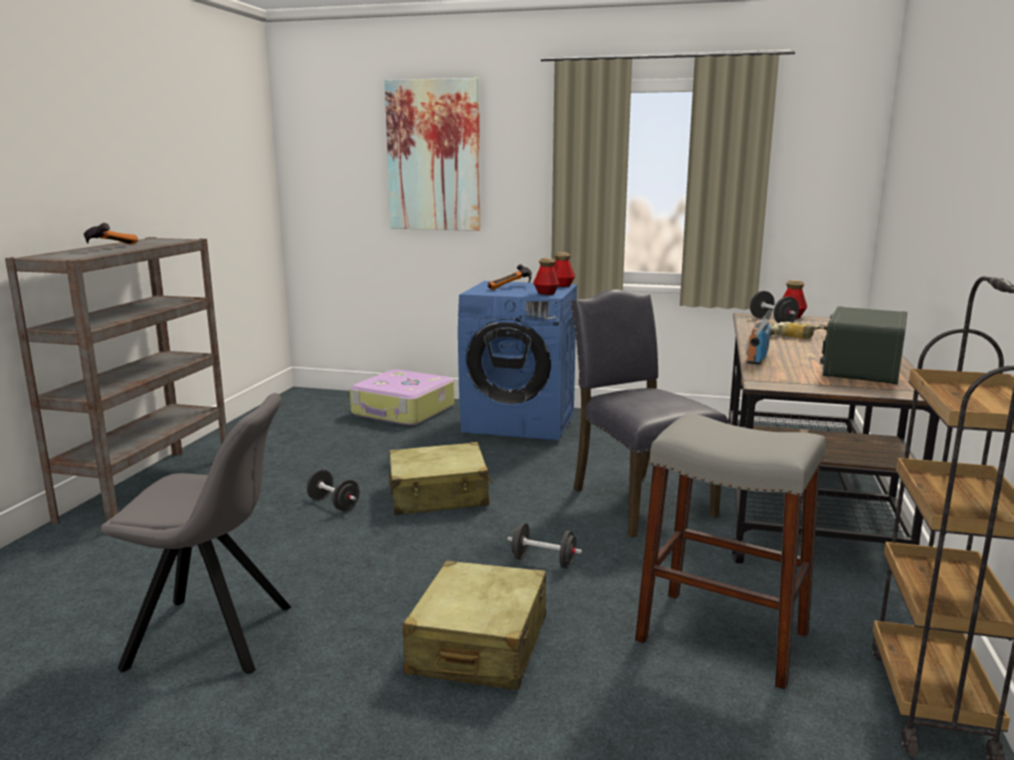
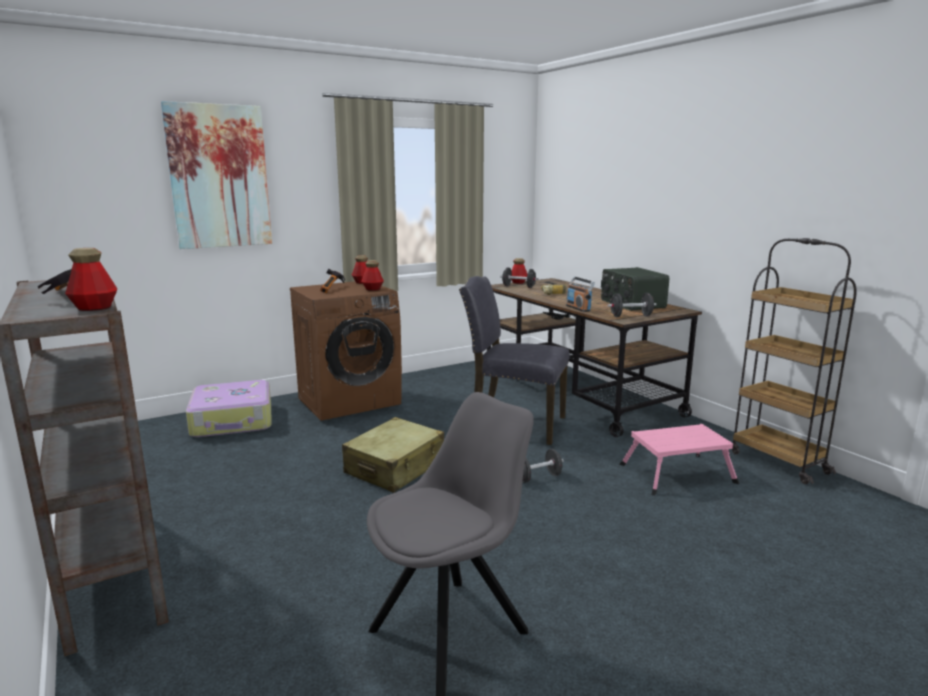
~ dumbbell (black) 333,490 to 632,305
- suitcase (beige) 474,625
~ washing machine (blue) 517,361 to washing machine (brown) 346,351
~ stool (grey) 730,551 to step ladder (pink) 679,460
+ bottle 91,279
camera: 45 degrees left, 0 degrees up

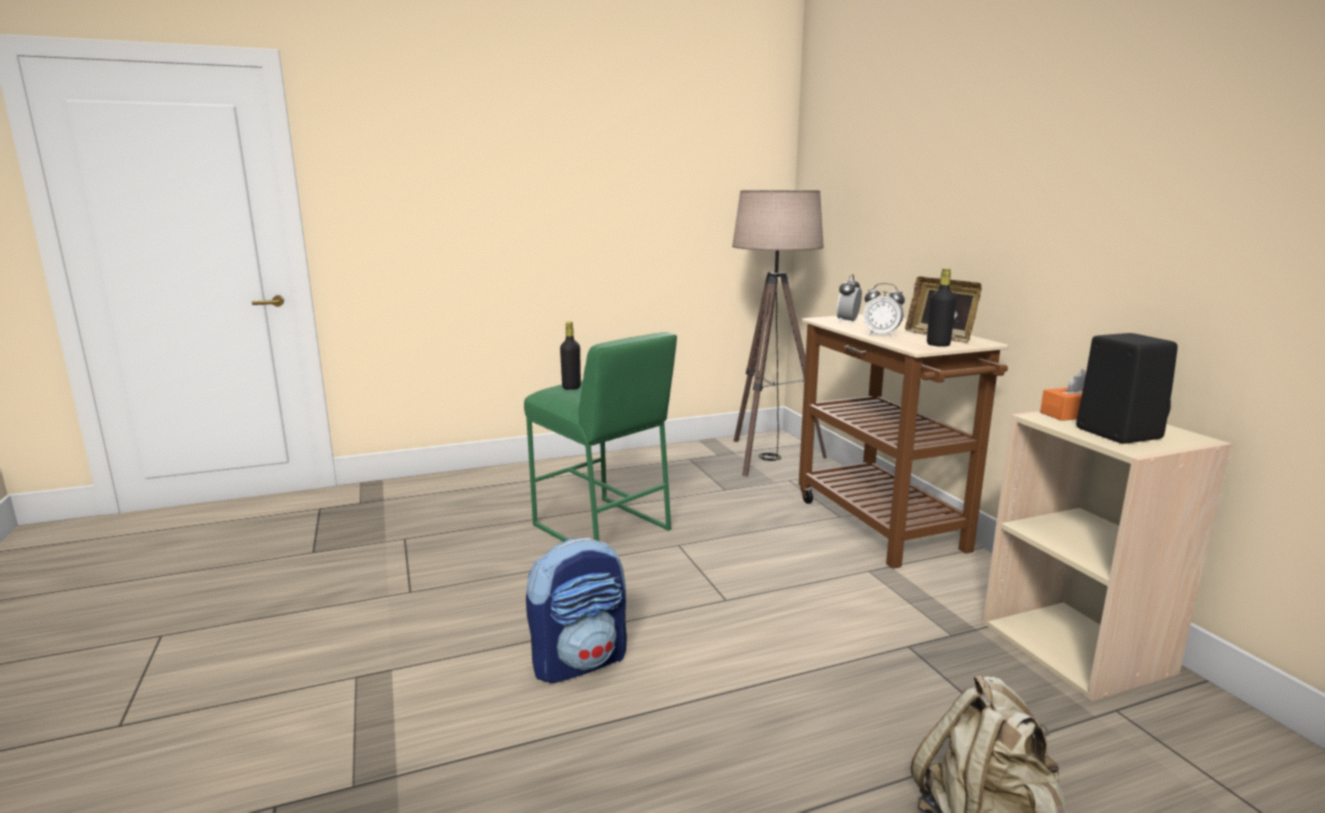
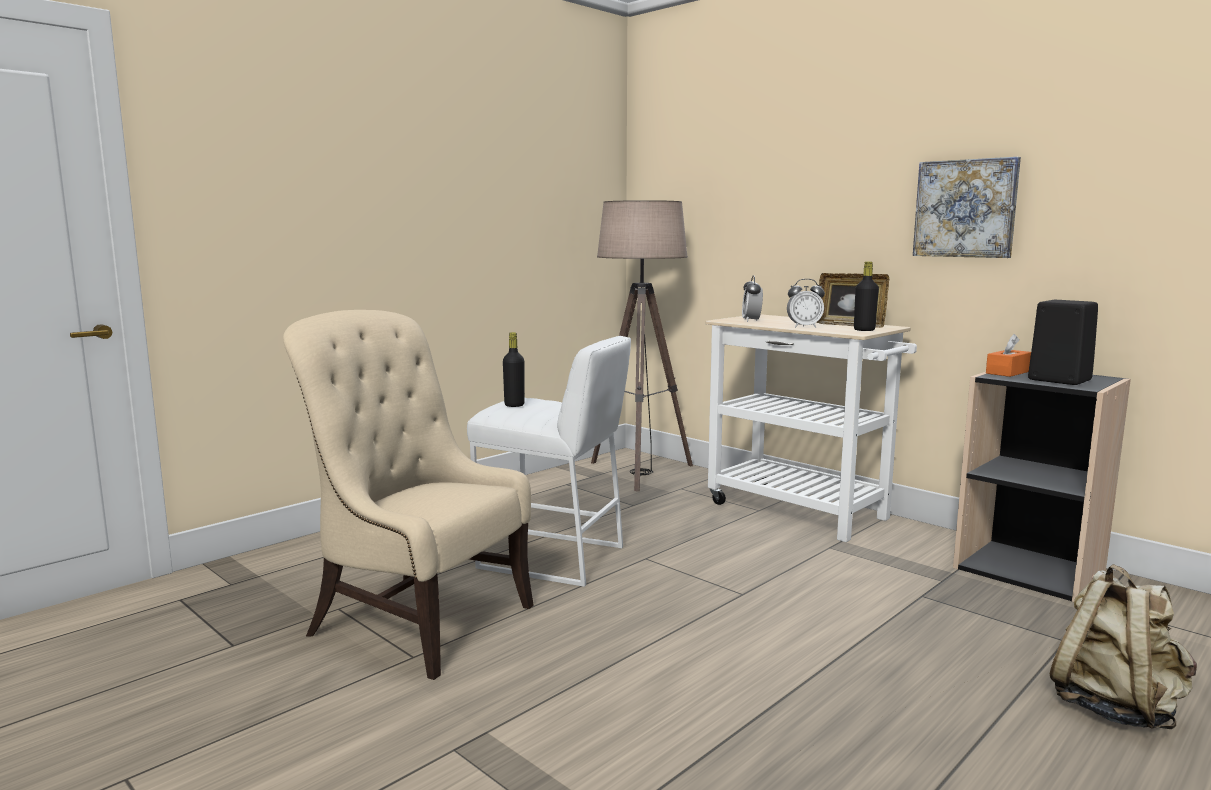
~ stool (green) 600,437 to stool (white) 549,461
- backpack 576,610
~ cart (brown) 904,441 to cart (white) 811,428
~ bookcase (beige) 1107,556 to bookcase (black) 1042,487
+ chair (beige) 408,495
+ picture 967,207
camera: 25 degrees left, 5 degrees down

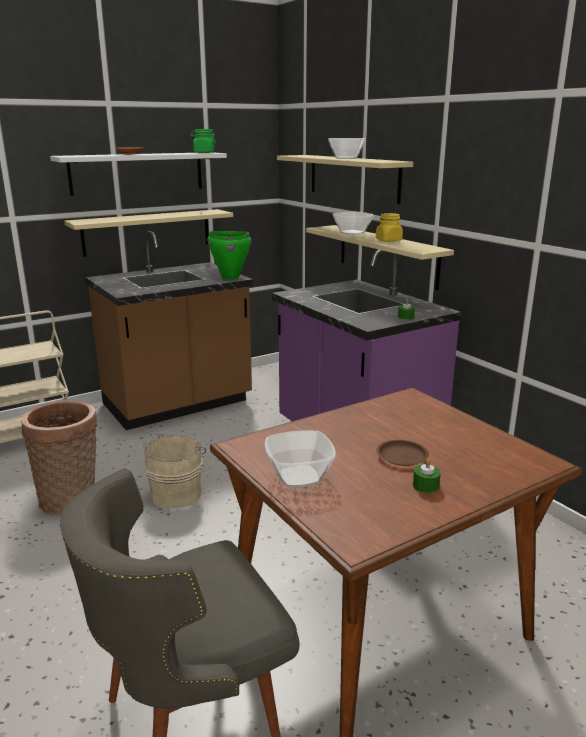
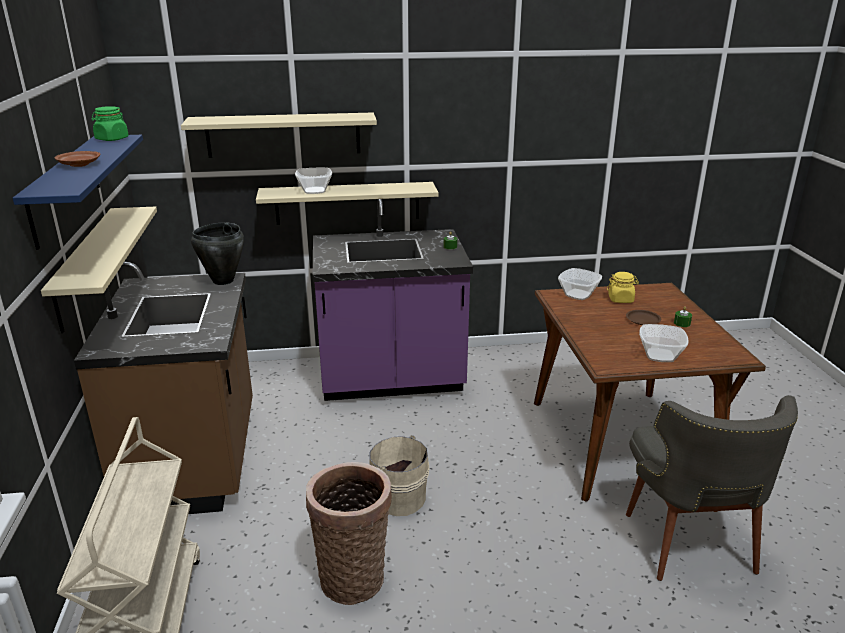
~ shelf (white) 138,174 to shelf (blue) 78,192
~ cooking pot (green) 229,255 to cooking pot (black) 217,253
~ bowl 347,148 to 580,284
~ jar (yellow) 389,227 to 623,287
camera: 65 degrees left, 5 degrees up

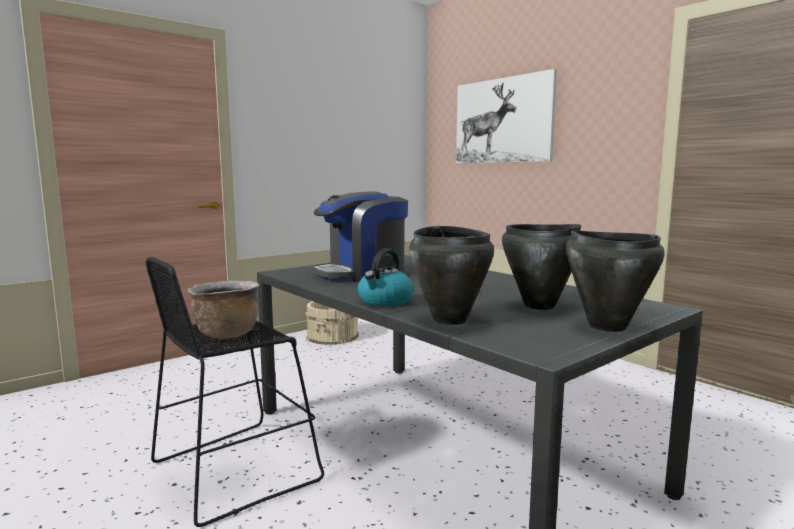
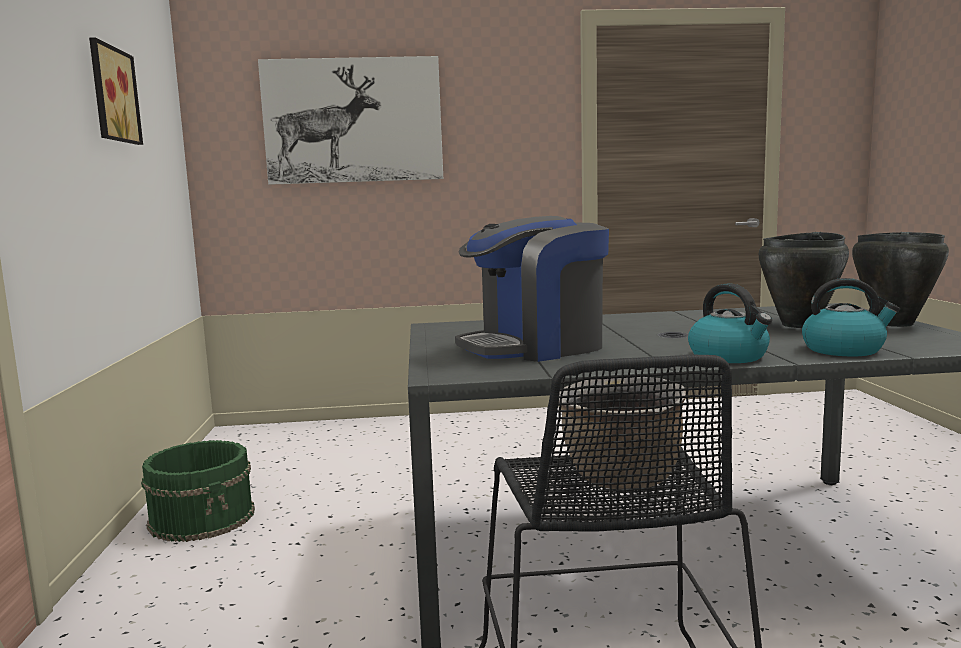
~ bucket (beige) 332,323 to bucket (green) 198,491
~ coffee machine 359,236 = 532,289 60 degrees clockwise
~ cooking pot (black) 451,275 to kettle 851,317
+ picture 116,91
camera: 55 degrees left, 0 degrees up

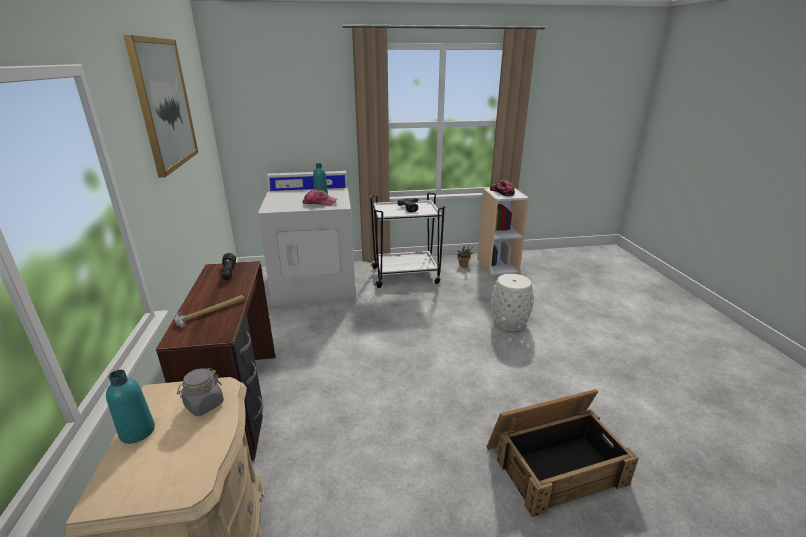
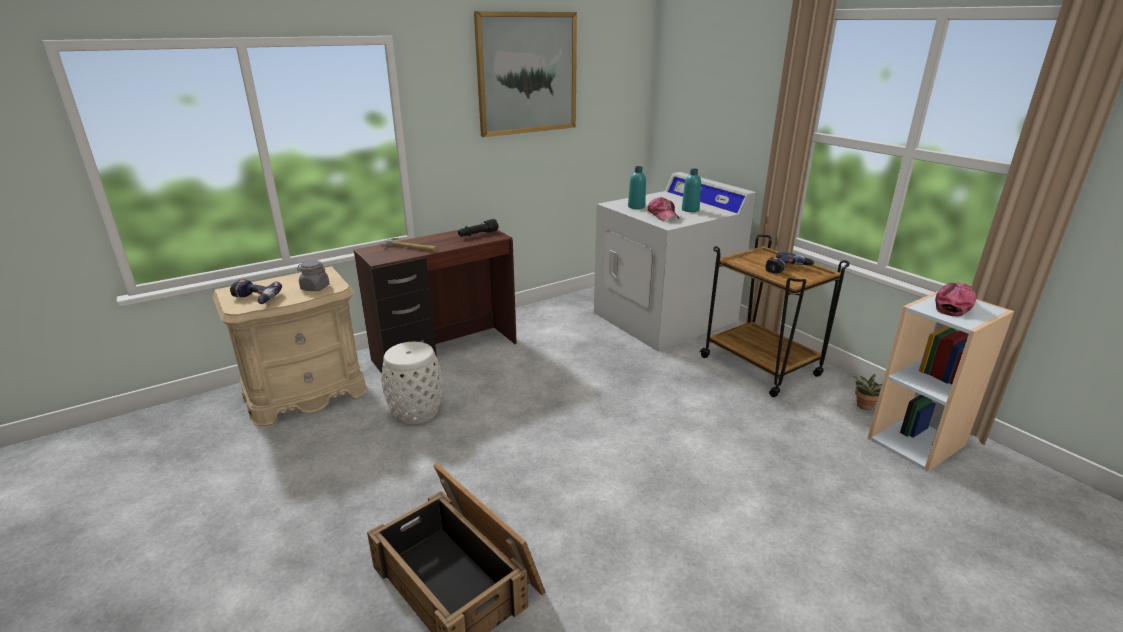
~ bottle (turquoise) 130,407 to 637,187
~ cart (white) 408,240 to cart (brown) 774,316
~ stool (white) 512,302 to 412,383
+ power drill 256,291
camera: 65 degrees right, 0 degrees up

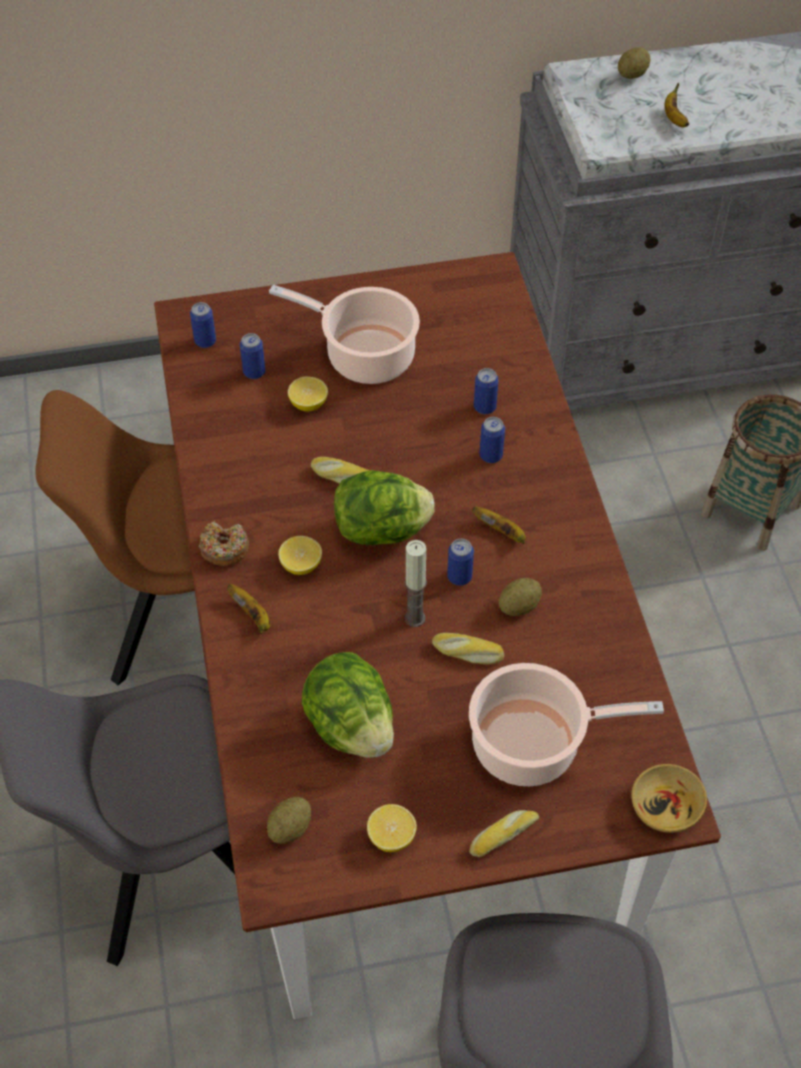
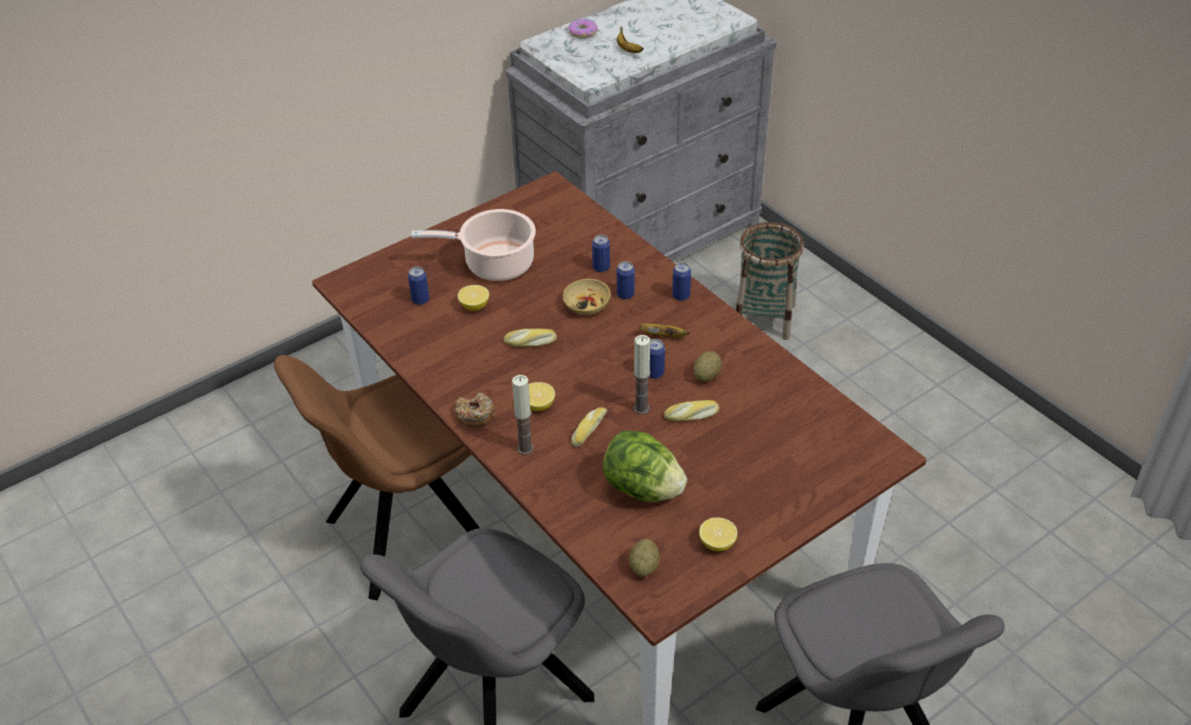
~ can 203,325 to 681,281
~ banana 249,609 to candle 523,415
- lettuce 384,507
- cooking pot 566,724
~ bread 504,833 to 589,427
~ potato 634,63 to donut 583,28
~ bowl (beige) 669,798 to 587,297
camera: 25 degrees left, 10 degrees down

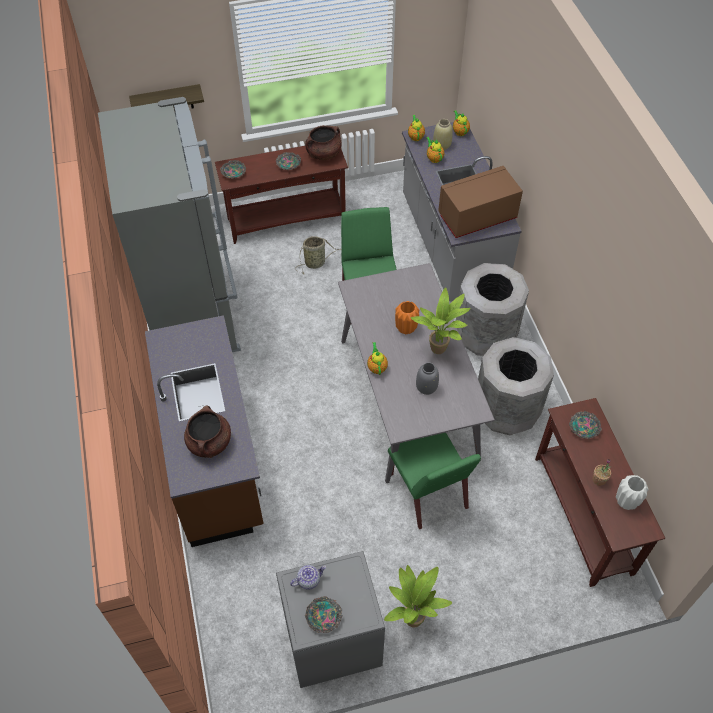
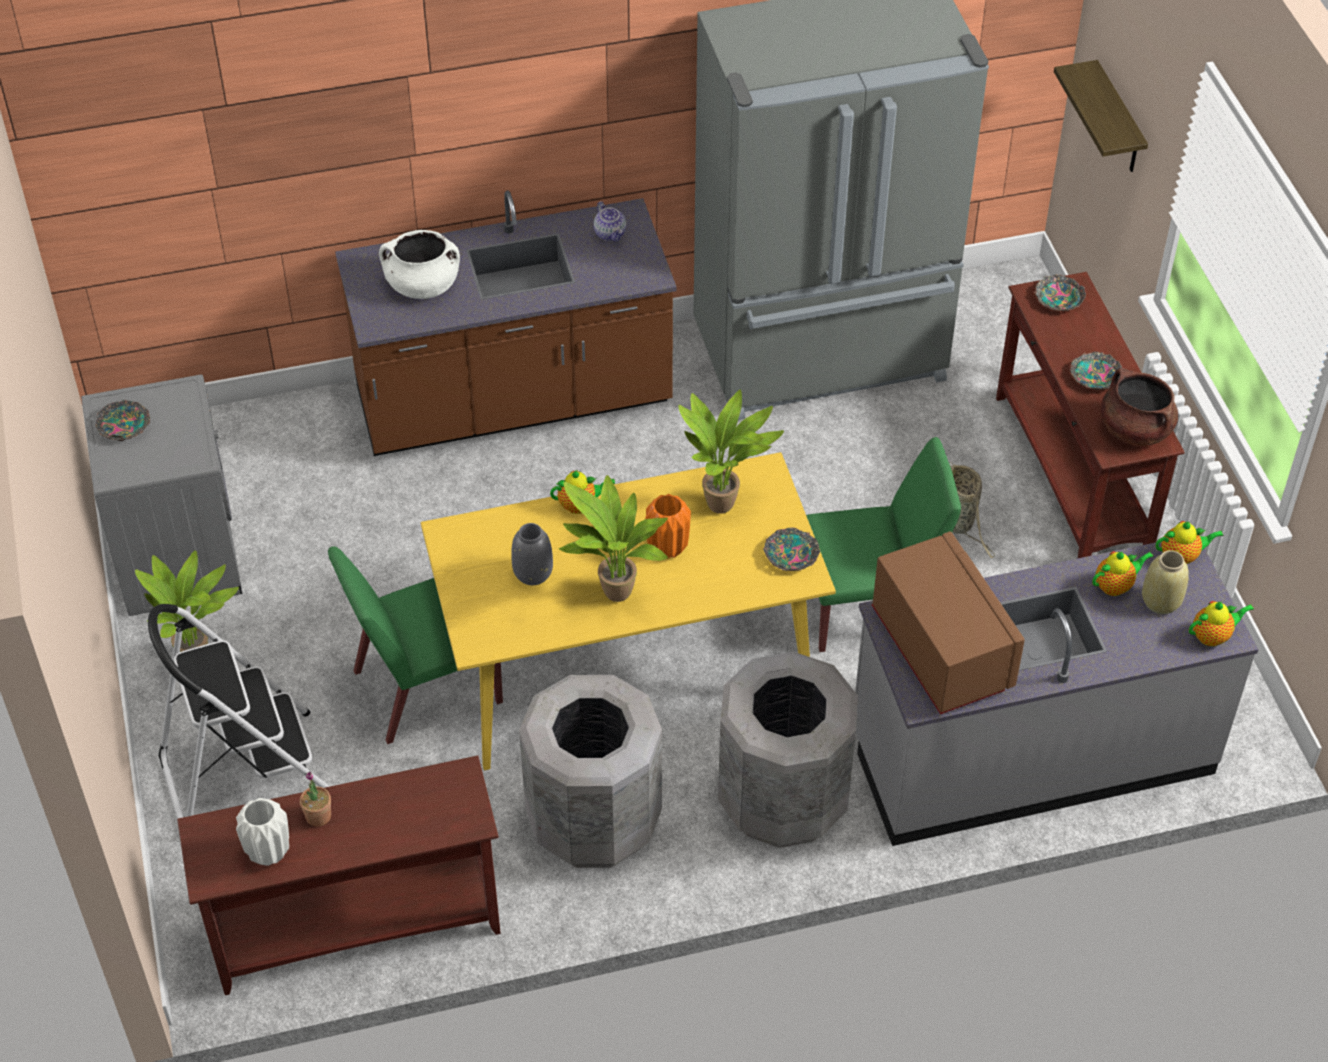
~ cooking pot (brown) 207,432 to cooking pot (white) 419,264
~ teapot 308,577 to 610,221
~ dining table (grey) 416,373 to dining table (yellow) 628,611
~ bowl 585,425 to 791,549
+ step ladder 239,711
+ potted plant 731,452
camera: 90 degrees right, 5 degrees down

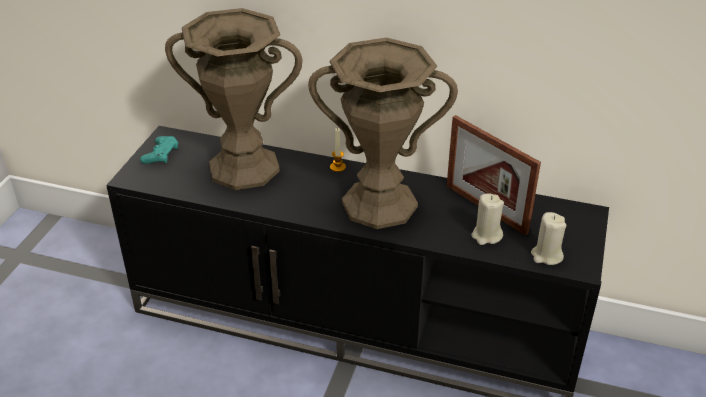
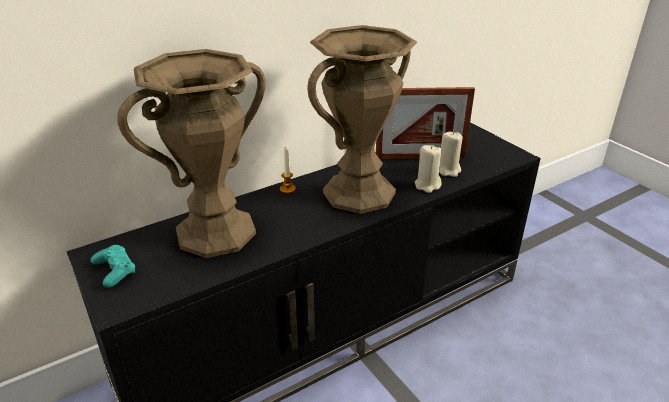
~ candle (beige) 548,238 to 428,169
camera: 50 degrees left, 5 degrees down

